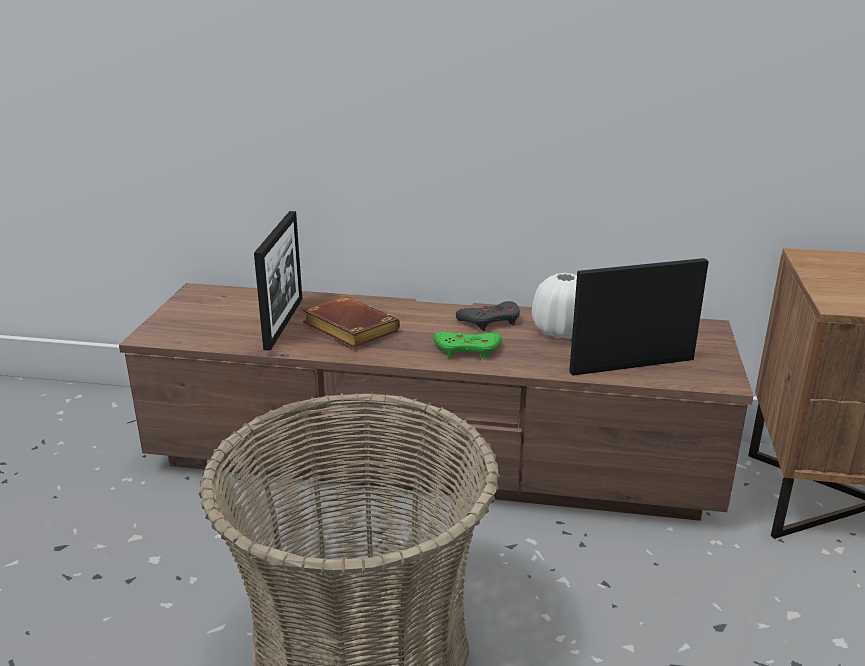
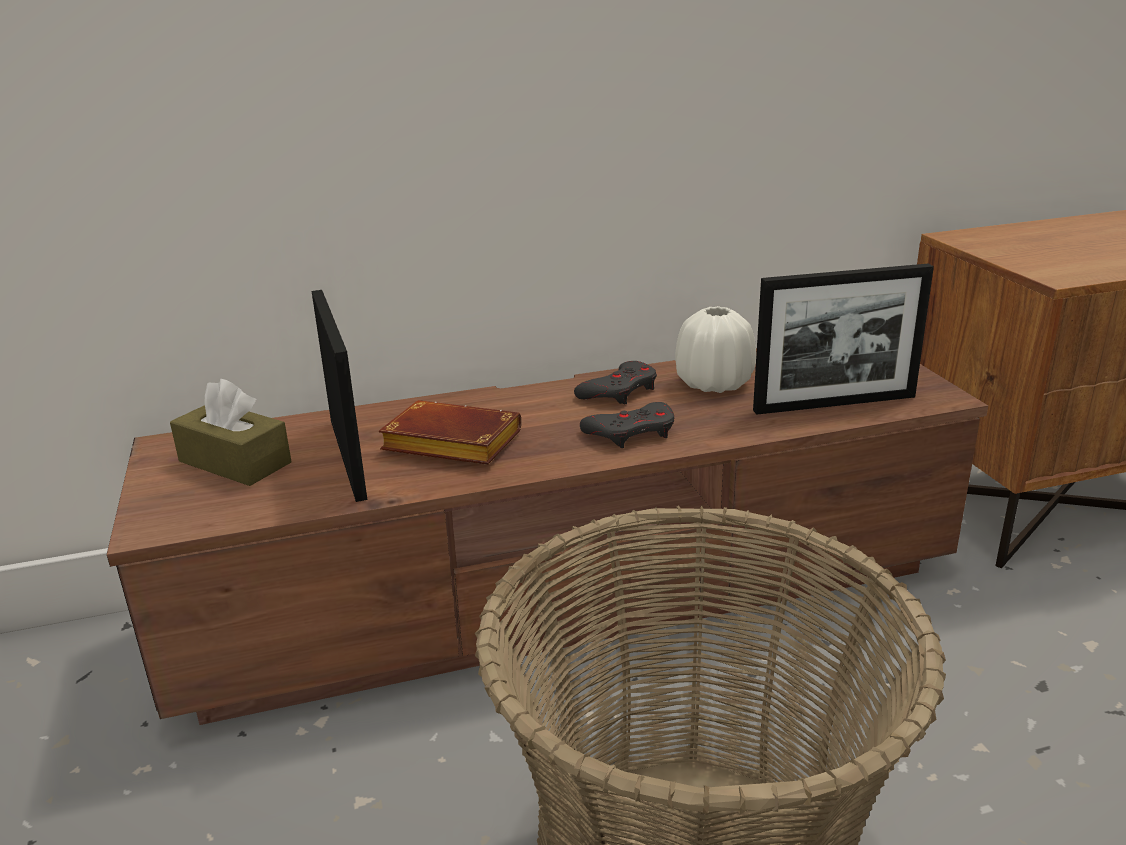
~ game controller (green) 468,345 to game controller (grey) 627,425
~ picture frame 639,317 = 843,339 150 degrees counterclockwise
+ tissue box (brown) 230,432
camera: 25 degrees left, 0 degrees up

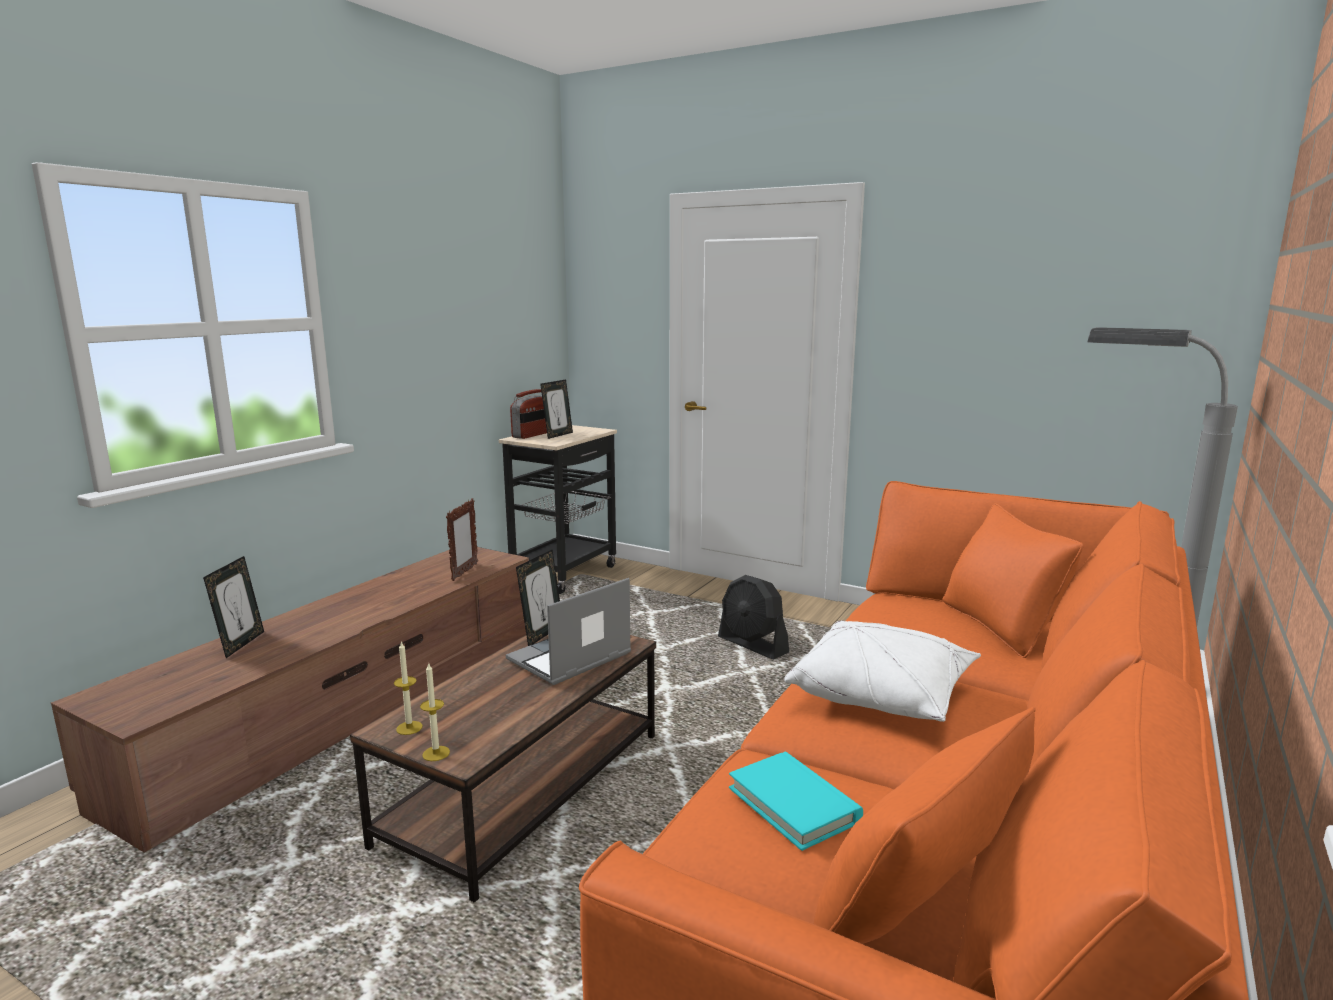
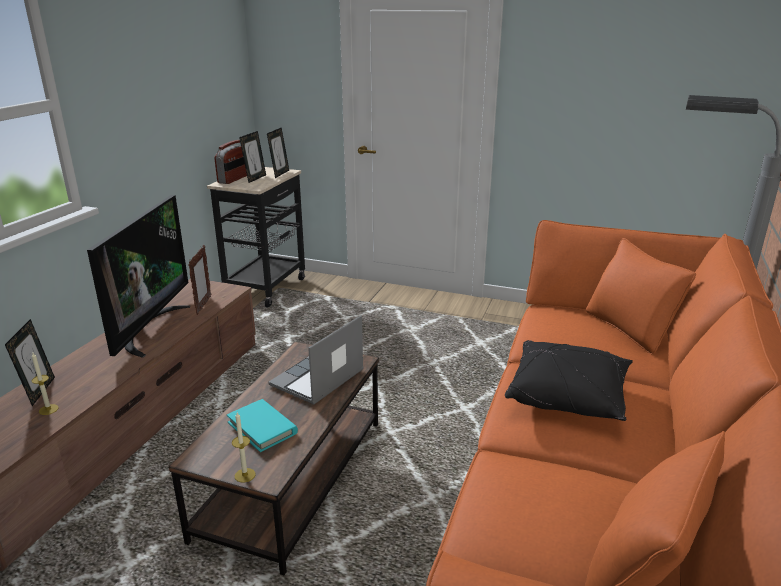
~ candle 408,688 to 45,384
~ picture frame 538,597 to 278,152
- fan (black) 753,617
~ book (turquoise) 796,801 to 262,425
~ pillow (white) 882,671 to pillow (black) 569,380
+ television 138,276
camera: 10 degrees left, 10 degrees up

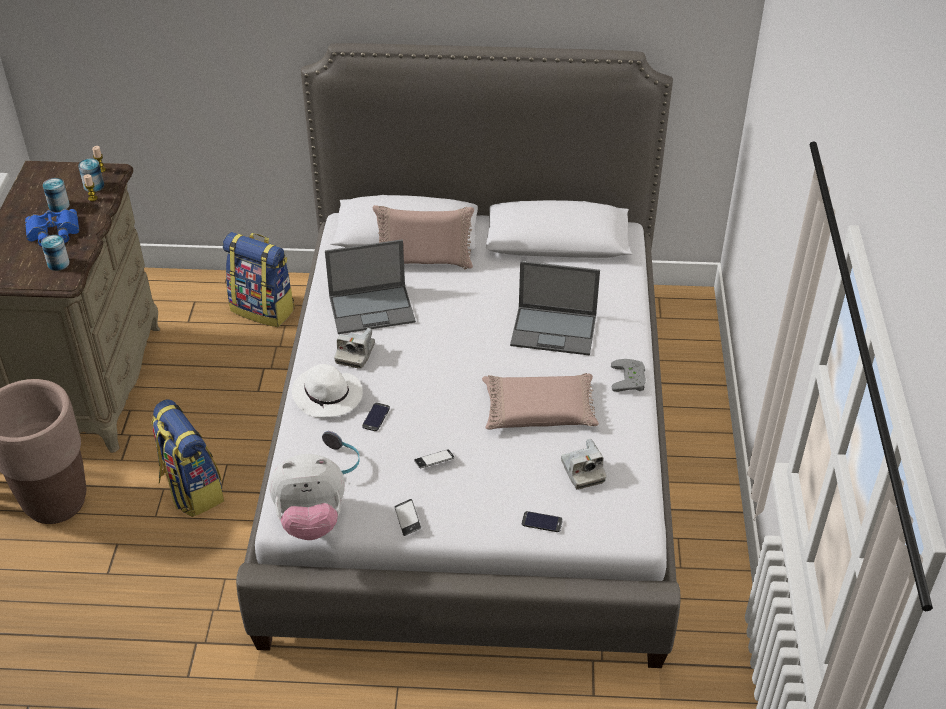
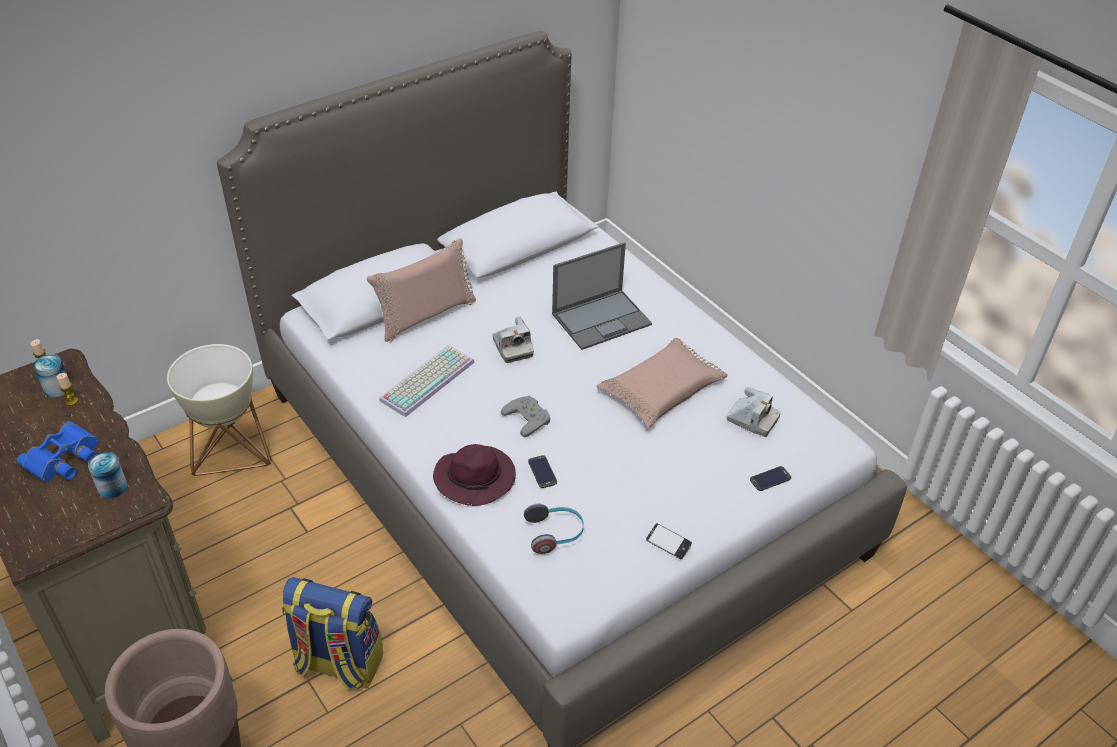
- can 56,195
~ backpack 259,279 to planter 219,410
- plush toy 307,497
~ hat (white) 327,390 to hat (purple) 474,475
~ laptop 370,286 to keyboard 427,381
~ photo camera 354,348 to 513,339
- phone 434,458
~ game controller (grey) 628,375 to 525,416
camera: 40 degrees left, 0 degrees up

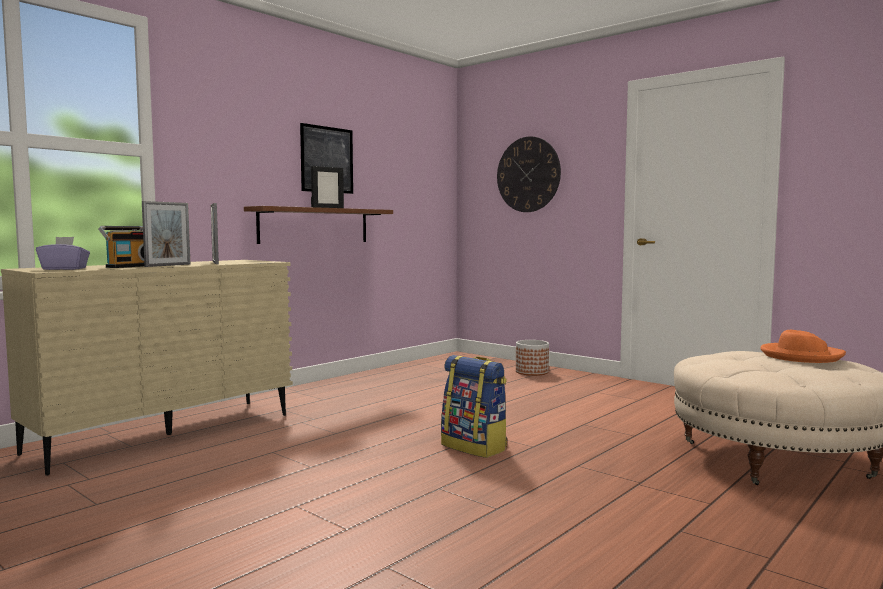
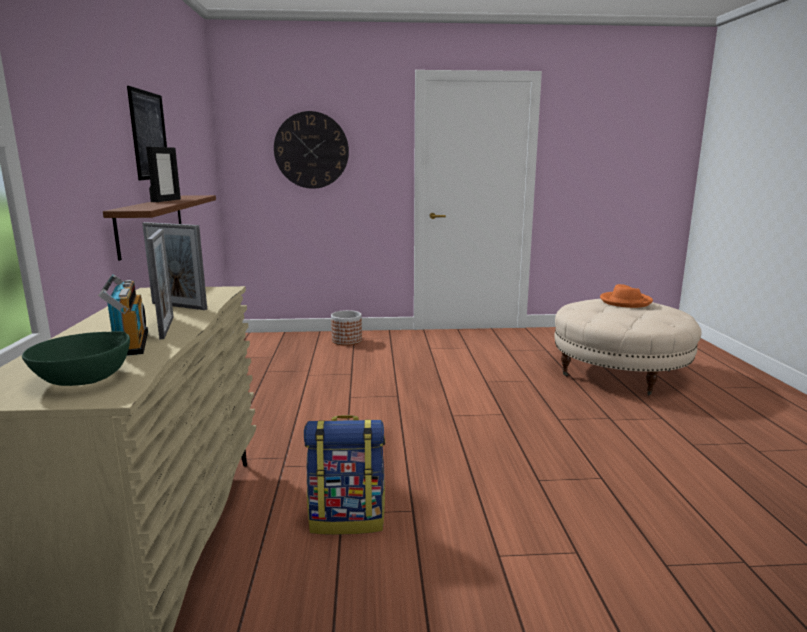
~ tissue box (purple) 63,253 to bowl (green) 76,358
~ backpack 474,406 to 344,475
camera: 45 degrees left, 10 degrees up

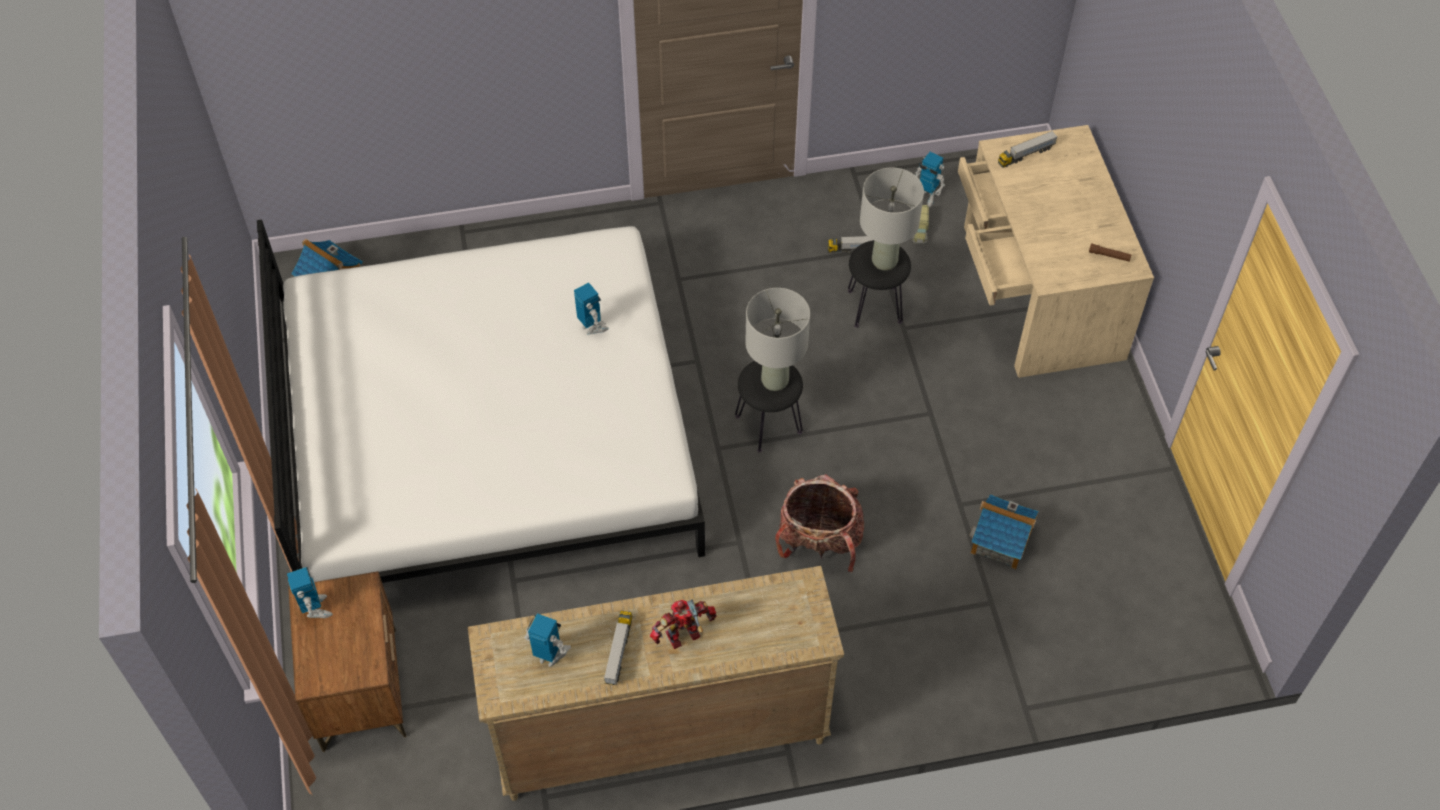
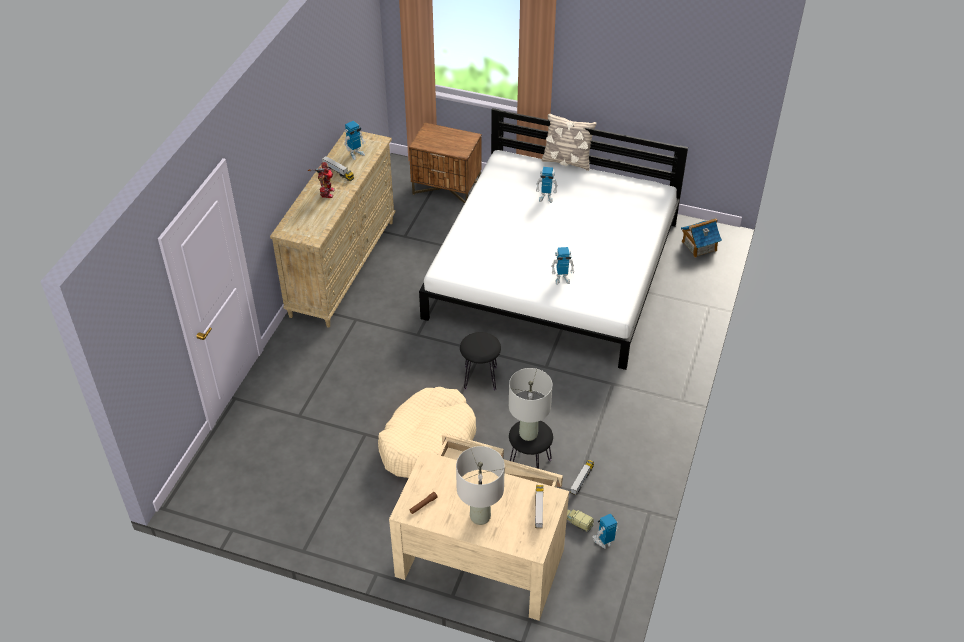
~ toy robot 310,592 to 547,185
~ table lamp (grey) 777,339 to 480,485
- backpack 819,523
- toy house 1003,531
+ dog bed (beige) 427,432
+ pillow (beige) 568,142
camera: 120 degrees right, 10 degrees down

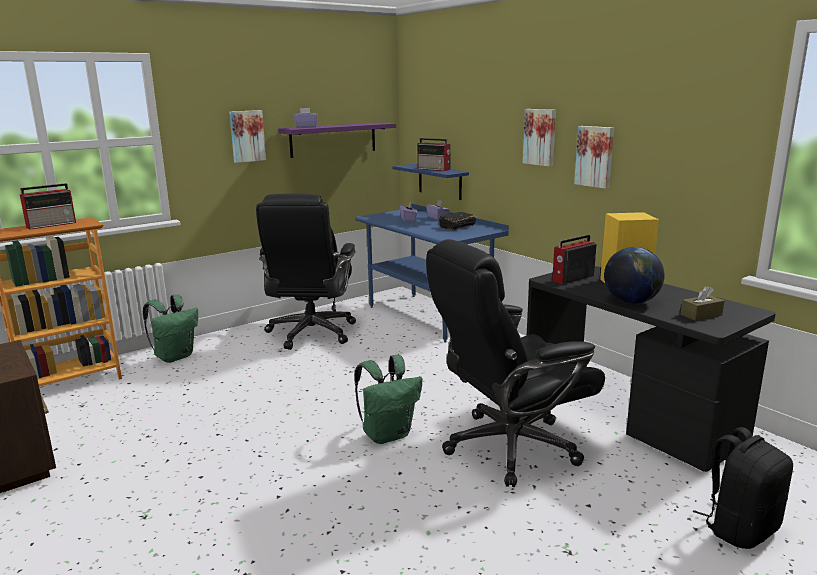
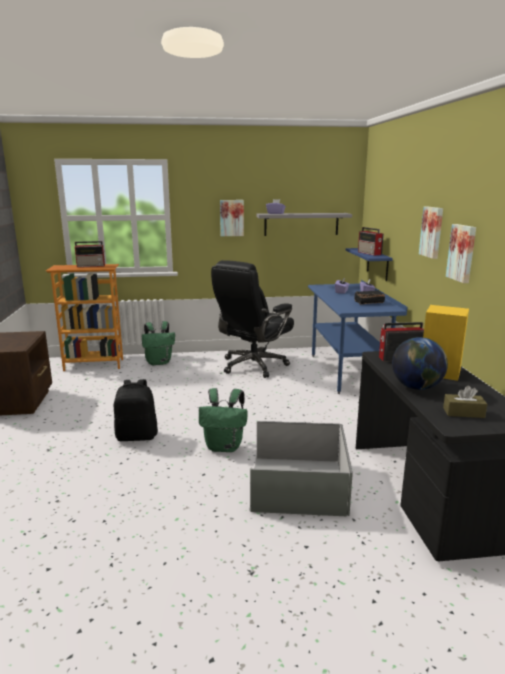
~ shelf (purple) 337,140 to shelf (grey) 304,224
~ office chair (black) 515,363 to storage box (grey) 301,468
~ backpack (black) 743,488 to 136,410
camera: 30 degrees right, 0 degrees up

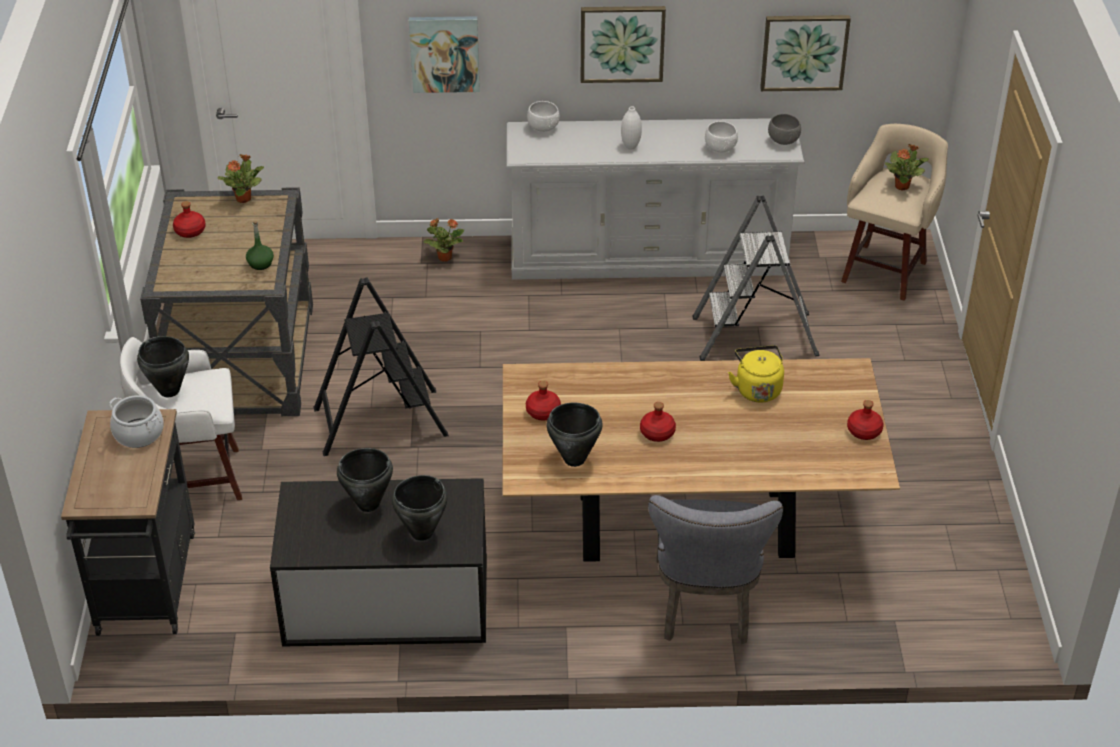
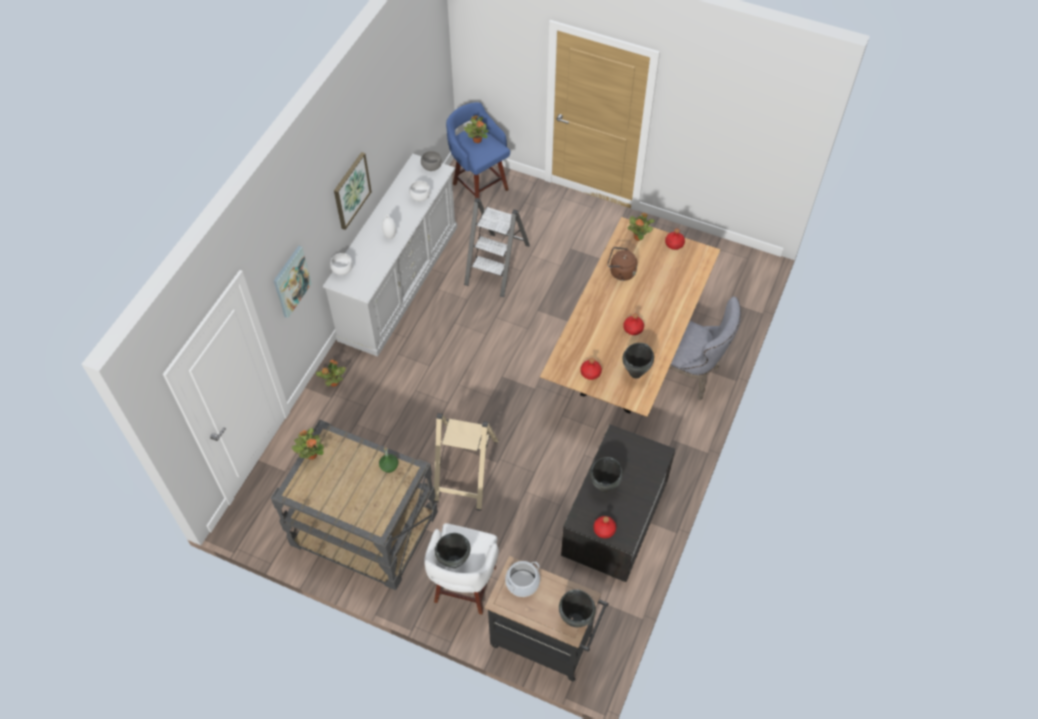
~ bottle (red) 189,219 to 604,527
~ step ladder (black) 381,366 to step ladder (beige) 466,462
~ cooking pot (black) 419,508 to 577,608
~ kettle (yellow) 756,374 to kettle (brown) 622,264
- picture 805,53
~ stool (beige) 894,212 to stool (blue) 478,155
+ potted plant 641,227
camera: 65 degrees left, 15 degrees up

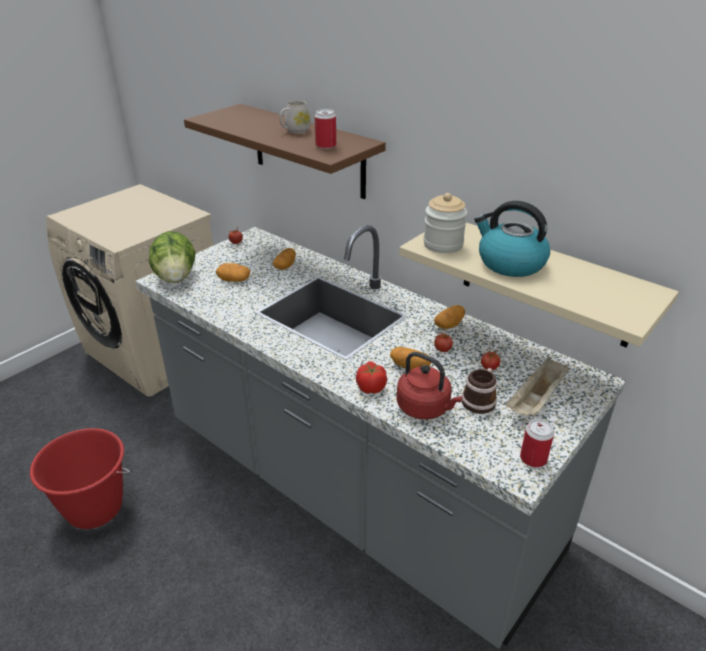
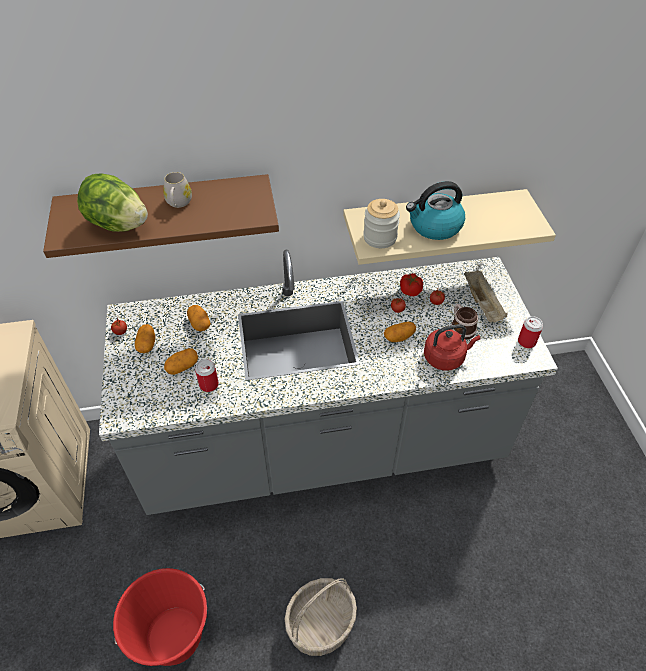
~ lettuce 172,257 to 112,203
~ can 325,129 to 207,375
~ tomato 371,377 to 411,284
~ potato 449,317 to 145,338
+ basket 321,617
camera: 50 degrees left, 15 degrees up

